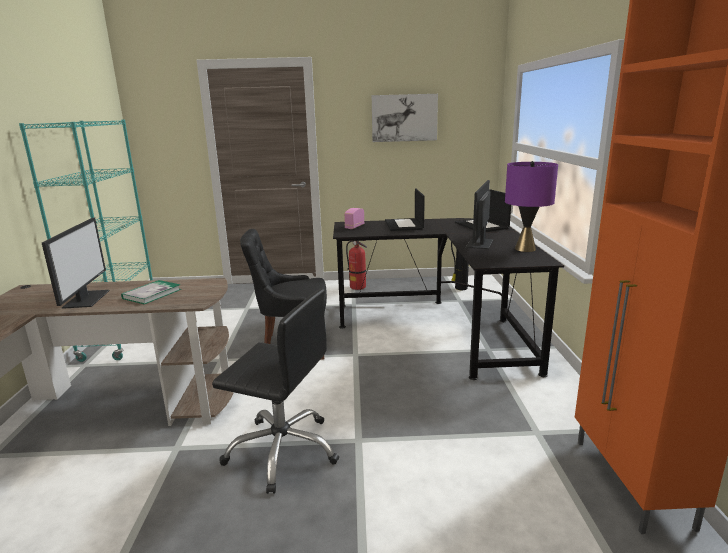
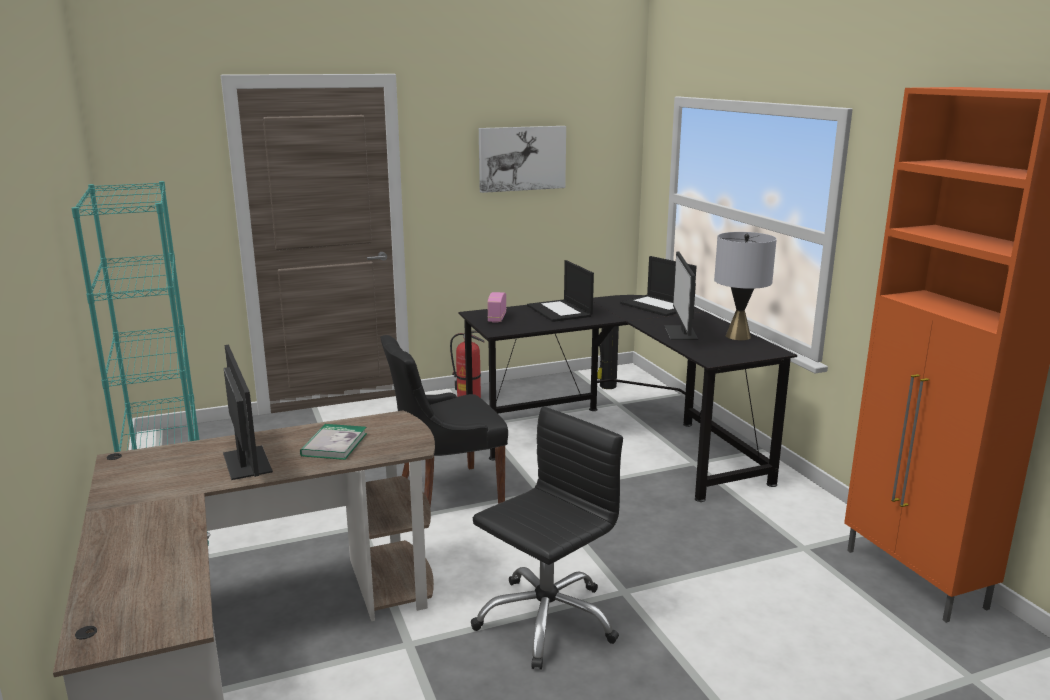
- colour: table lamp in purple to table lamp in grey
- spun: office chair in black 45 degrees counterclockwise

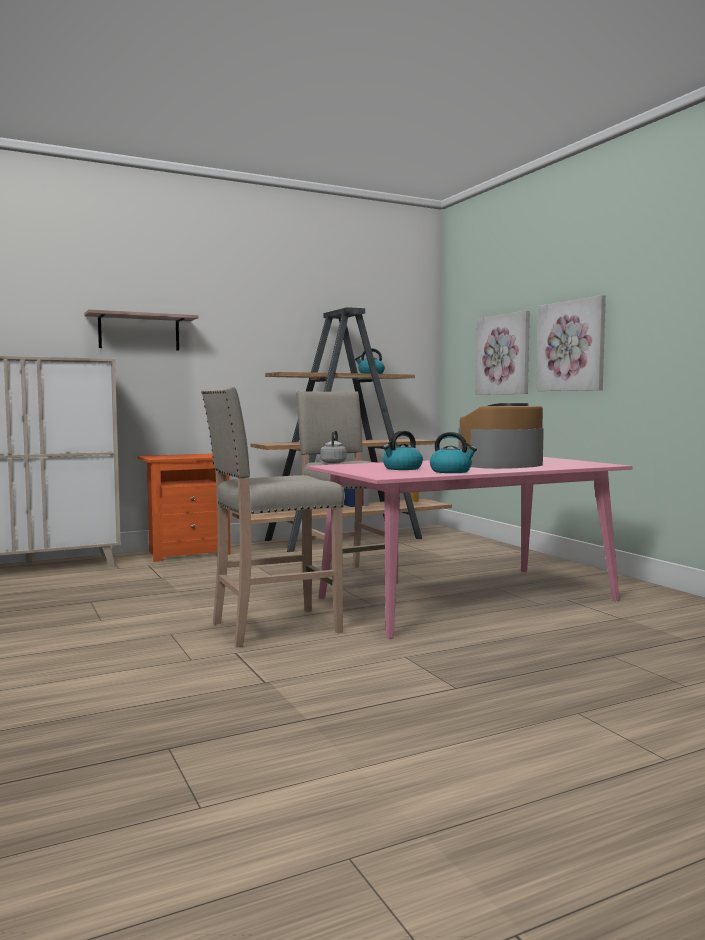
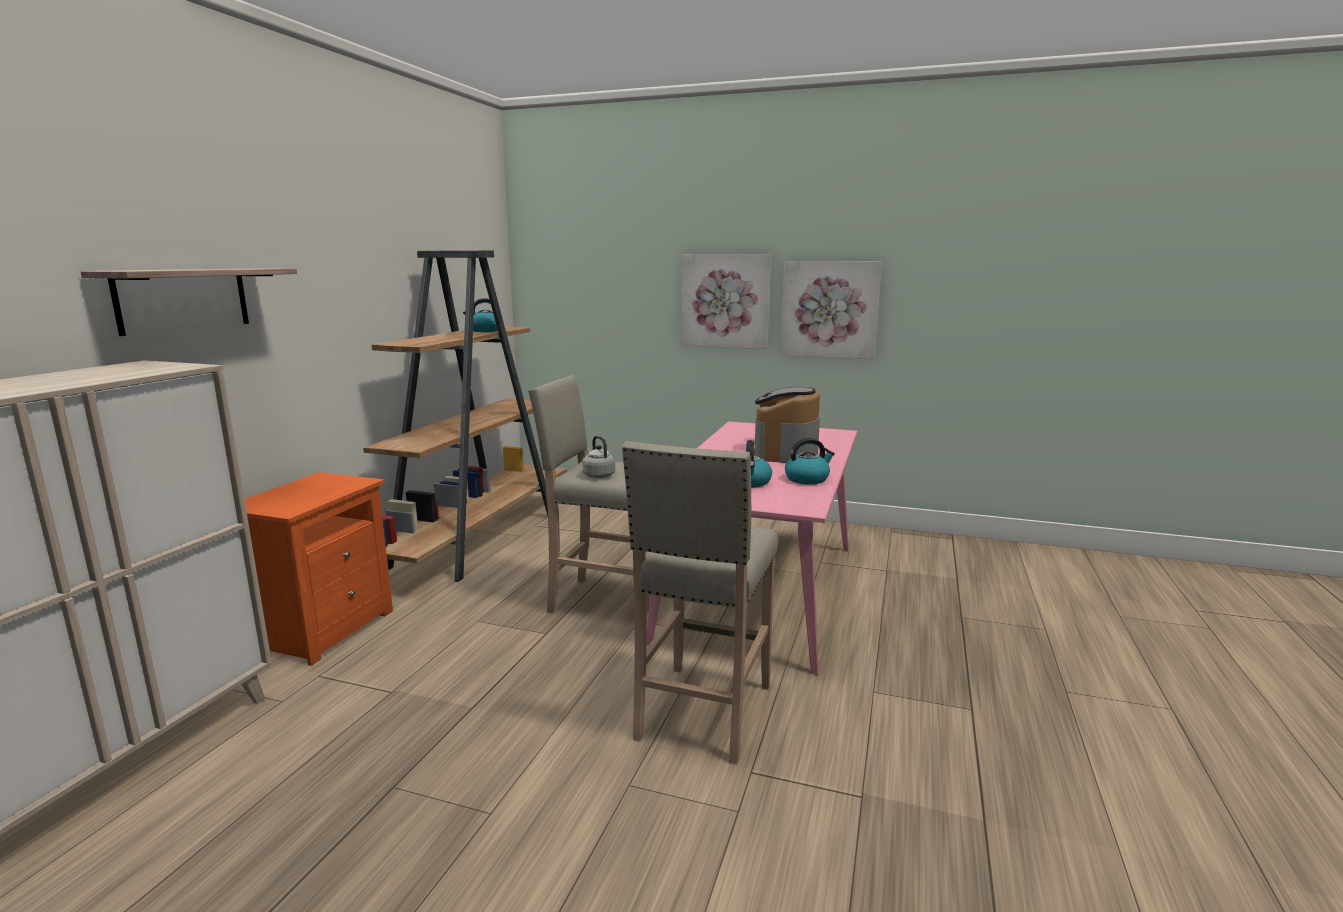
- relocated: picture (no. 1 from left in the first image) to picture (no. 2 from left)

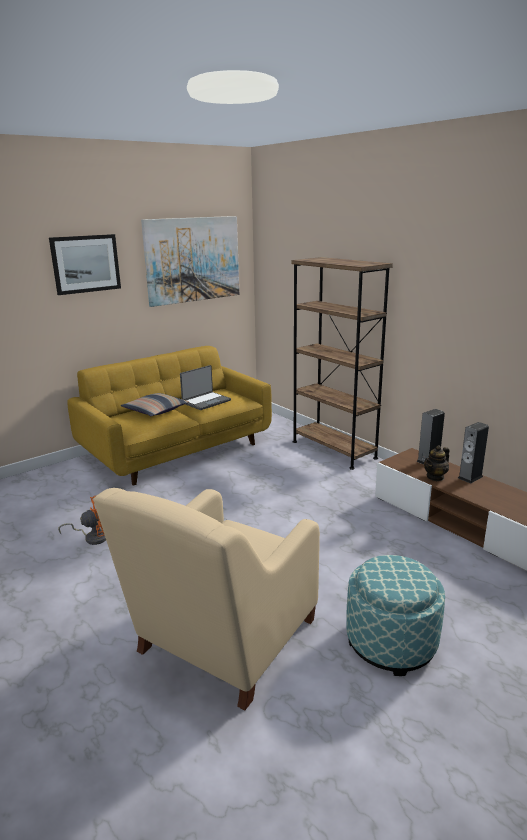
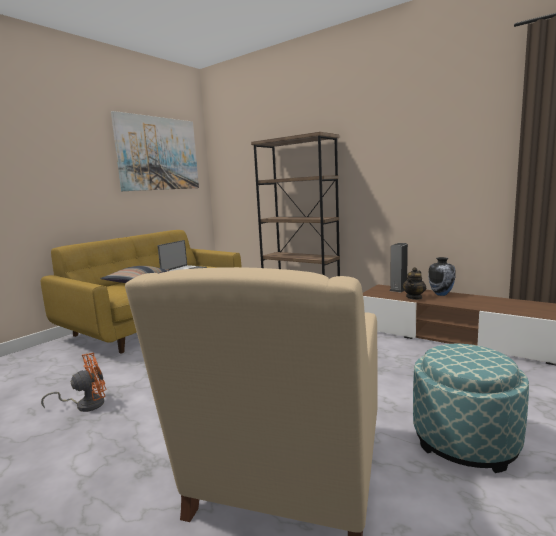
- missing: picture (no. 1 from left)
- exchanged: speaker (no. 2 from left) to vase

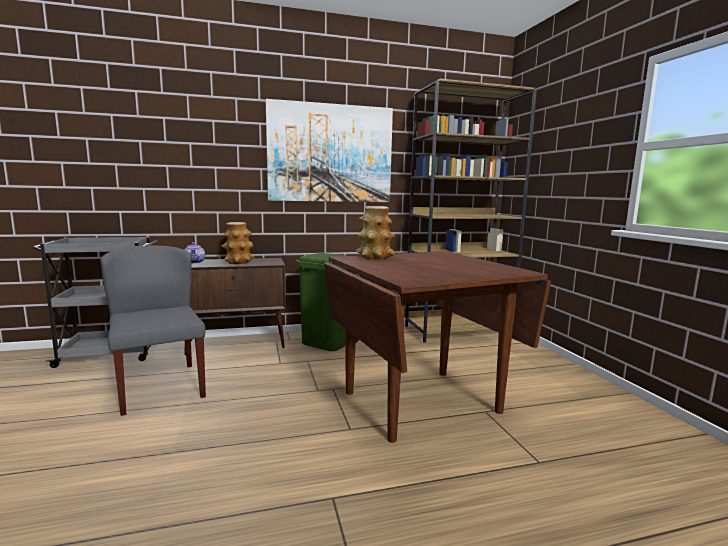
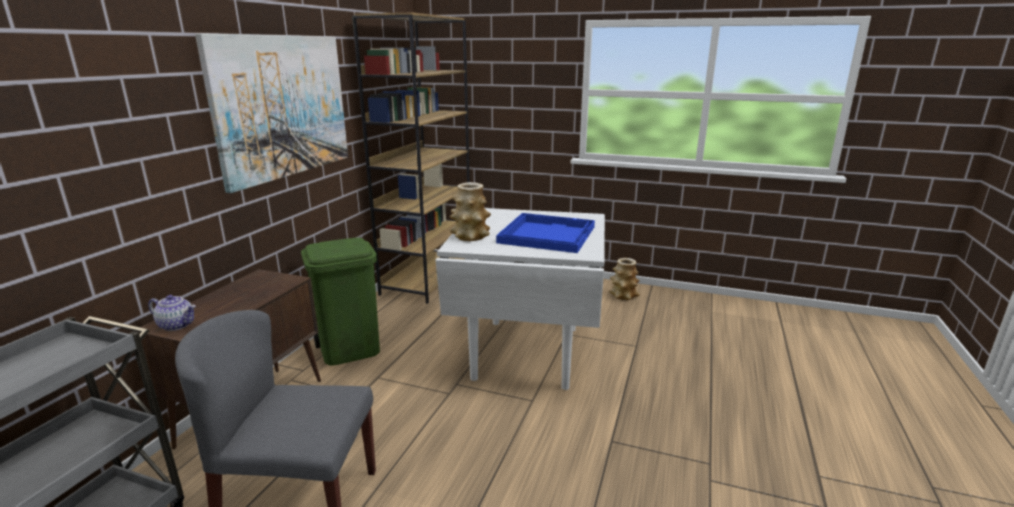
- appeared: tray in blue
- relocated: vase (no. 1 from left in the first image) to vase (no. 2 from left)
- colour: dining table in brown to dining table in white

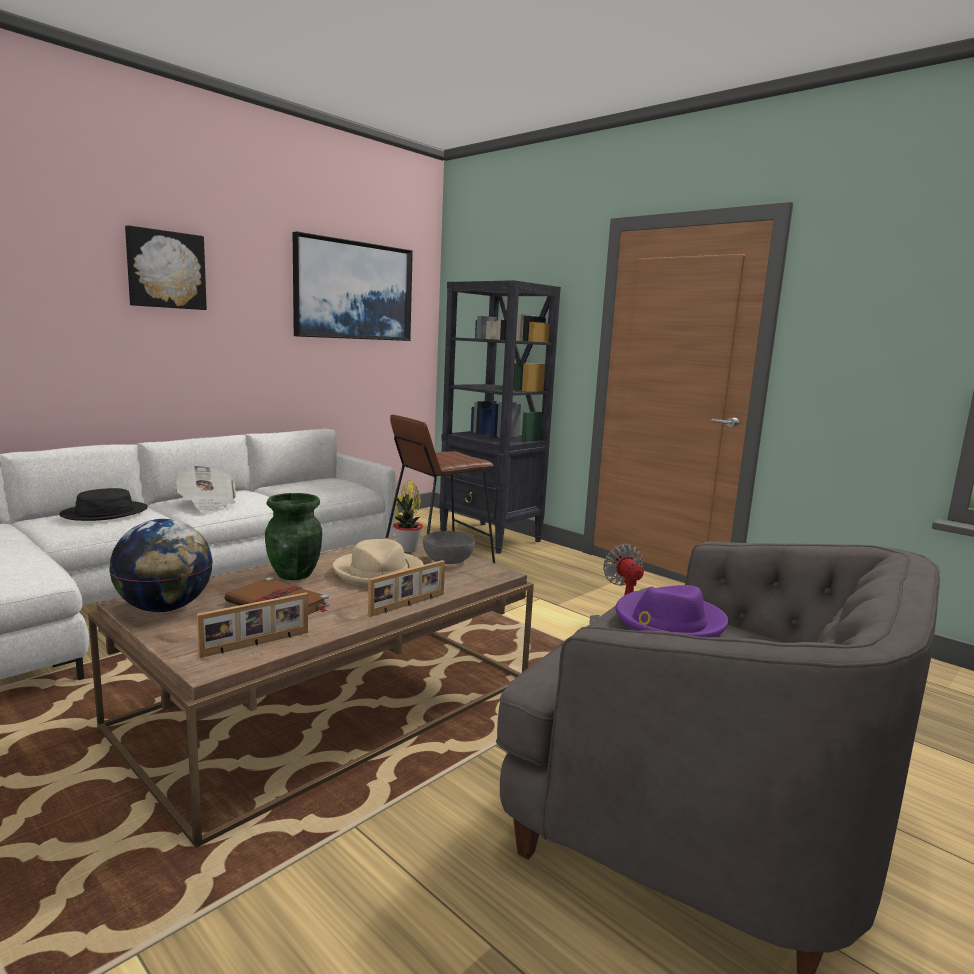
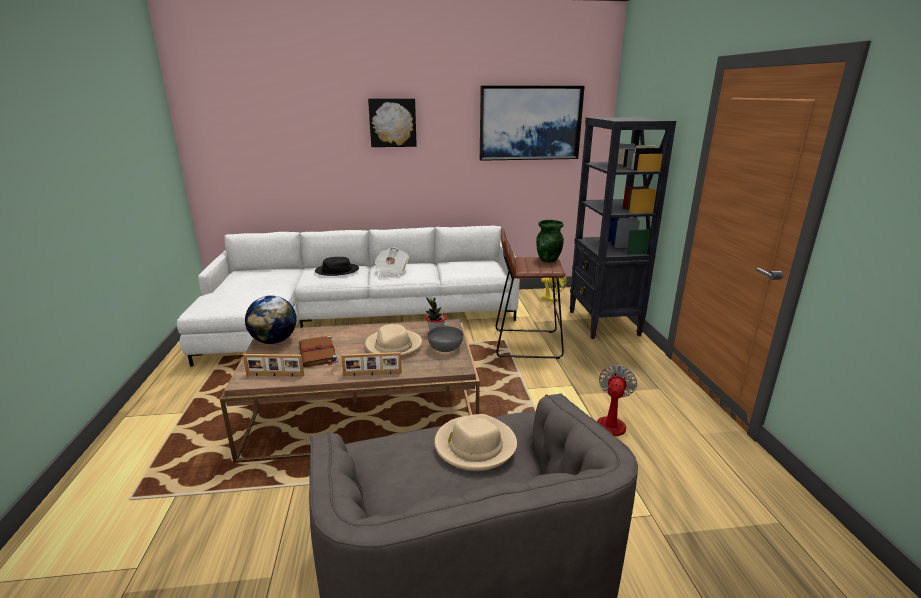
- relocated: vase in green
- colour: hat in purple to hat in beige (no. 2 from left)

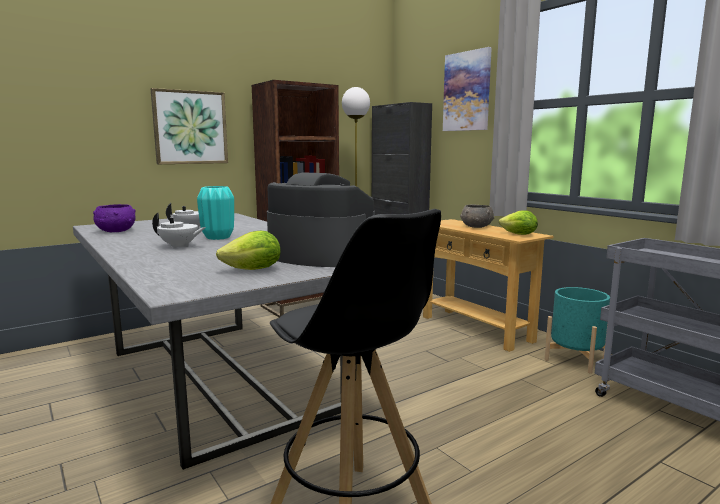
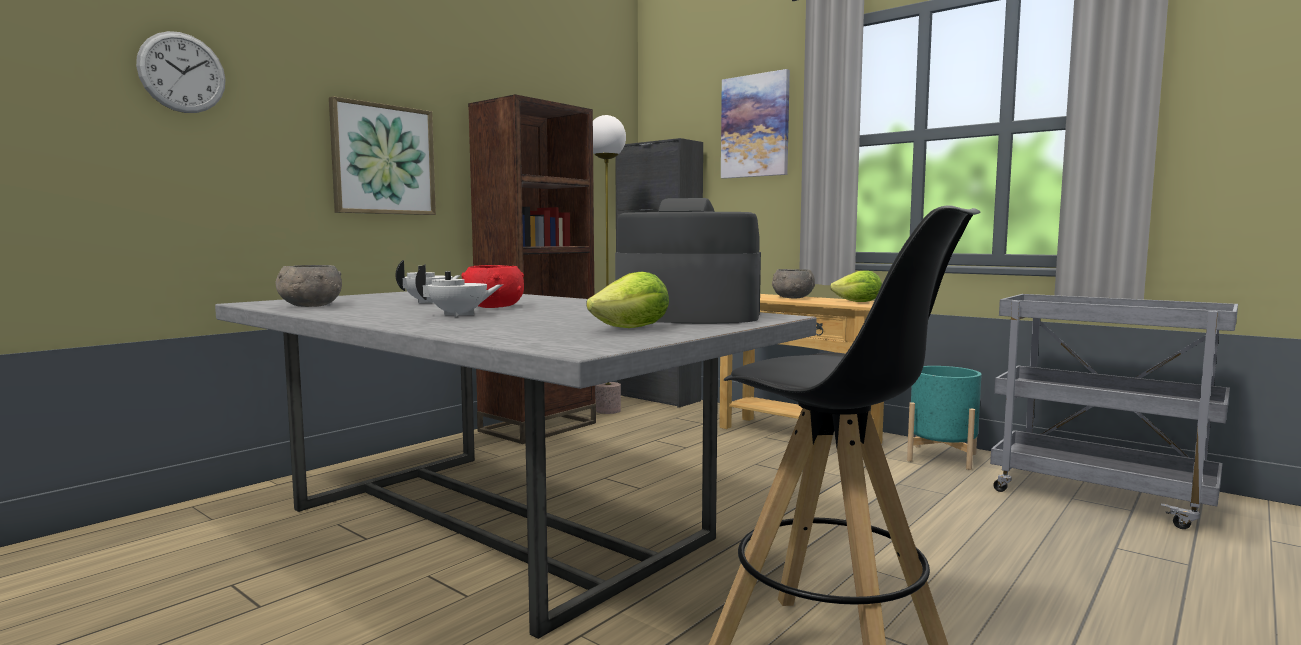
- appeared: wall clock
- exchanged: vase in turquoise to bowl in red
- colour: bowl in purple to bowl in grey (no. 1 from left)

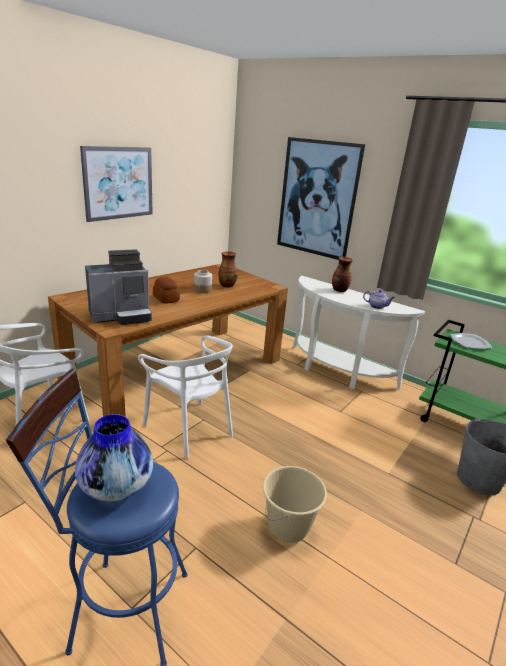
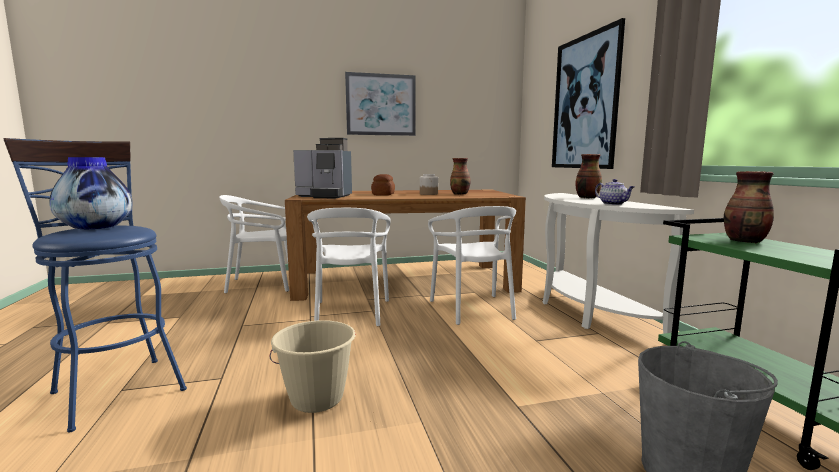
- appeared: chair in white (no. 3 from left)
- exchanged: plate to vase (no. 4 from left)

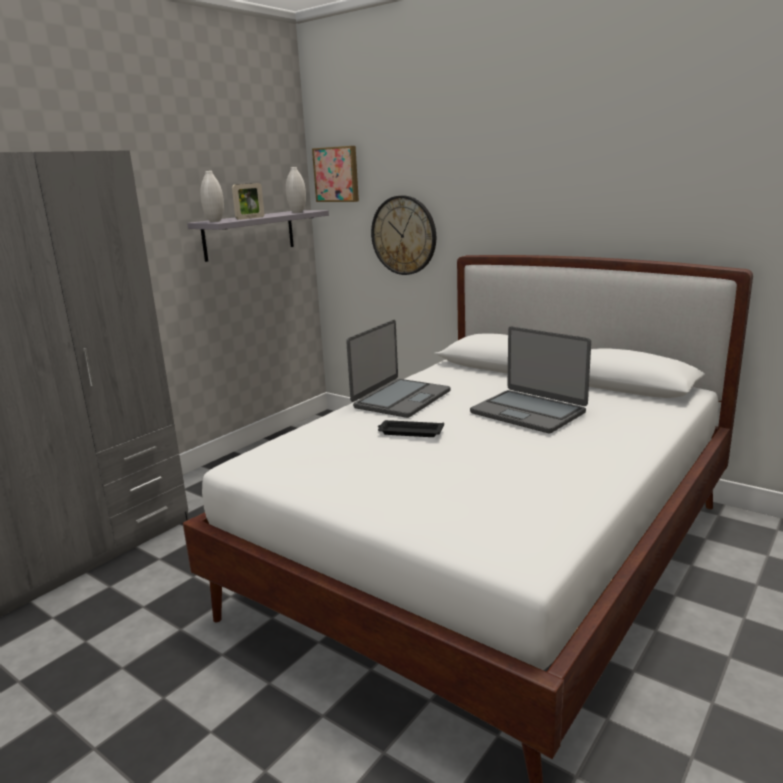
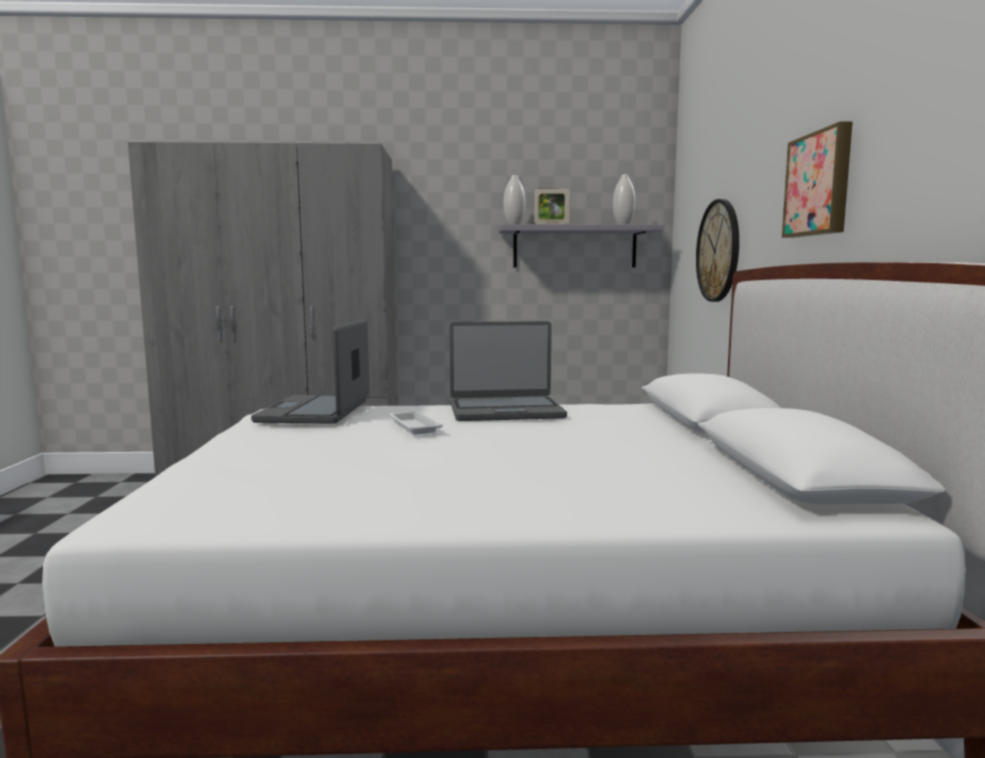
- relocated: picture
- relocated: laptop (no. 2 from left in the first image) to laptop (no. 1 from left)
- colour: tray in black to tray in white

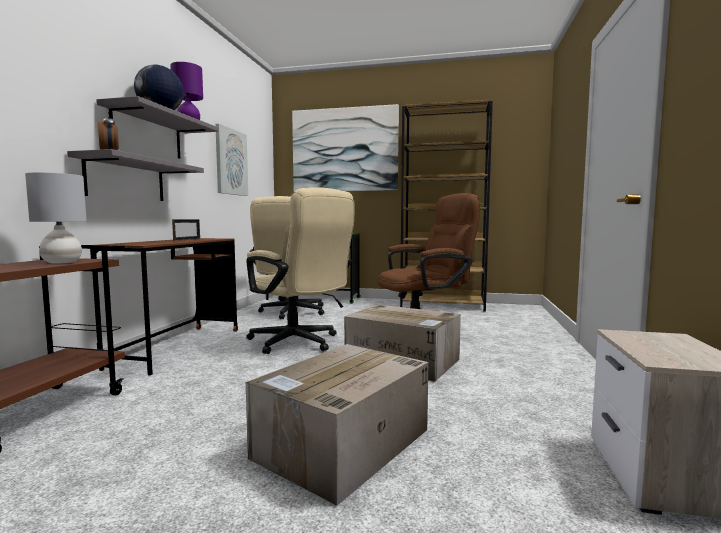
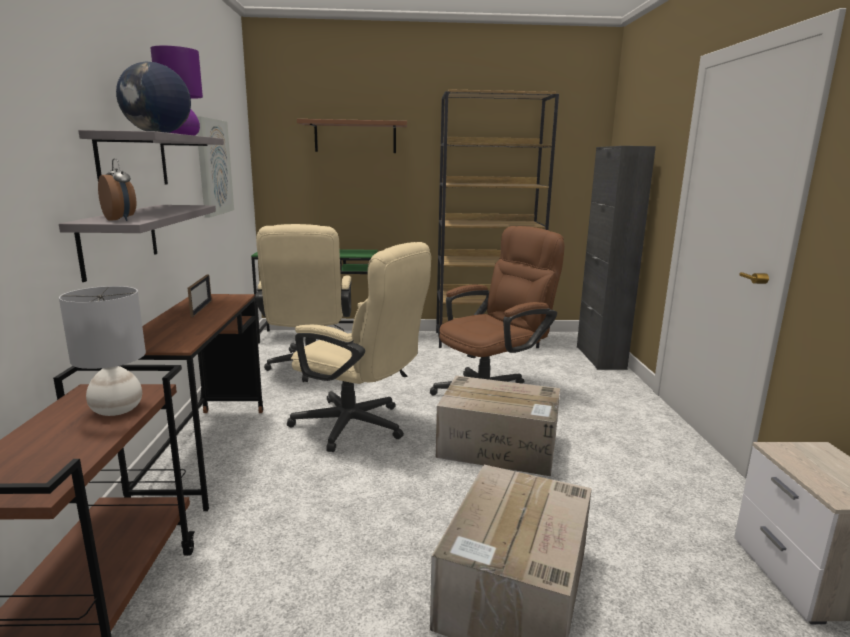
- appeared: cabinet in black
- exchanged: picture (no. 2 from left) to shelf in brown

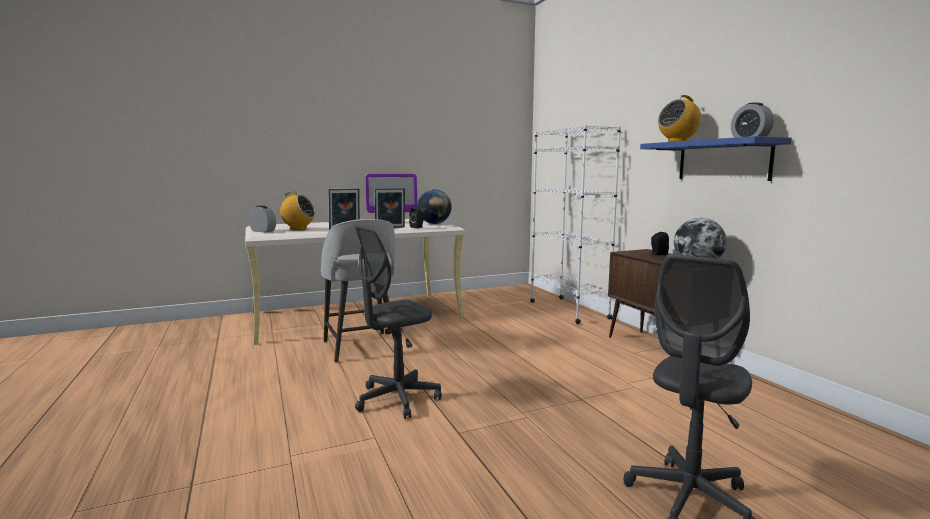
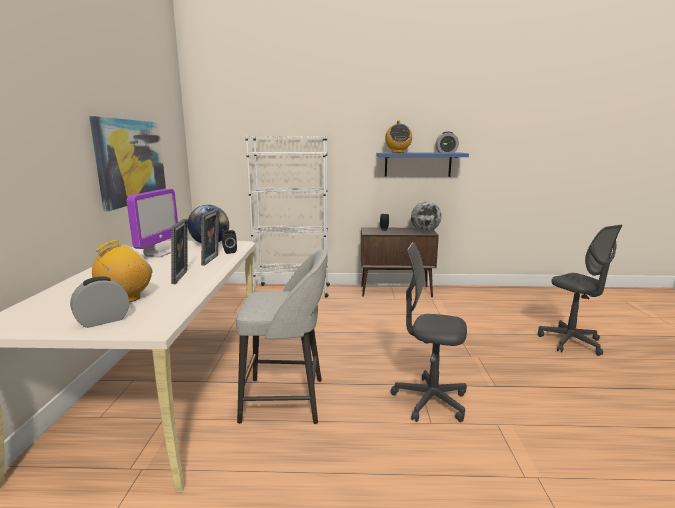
- appeared: picture
- spun: office chair in grey (no. 1 from left) 120 degrees clockwise

